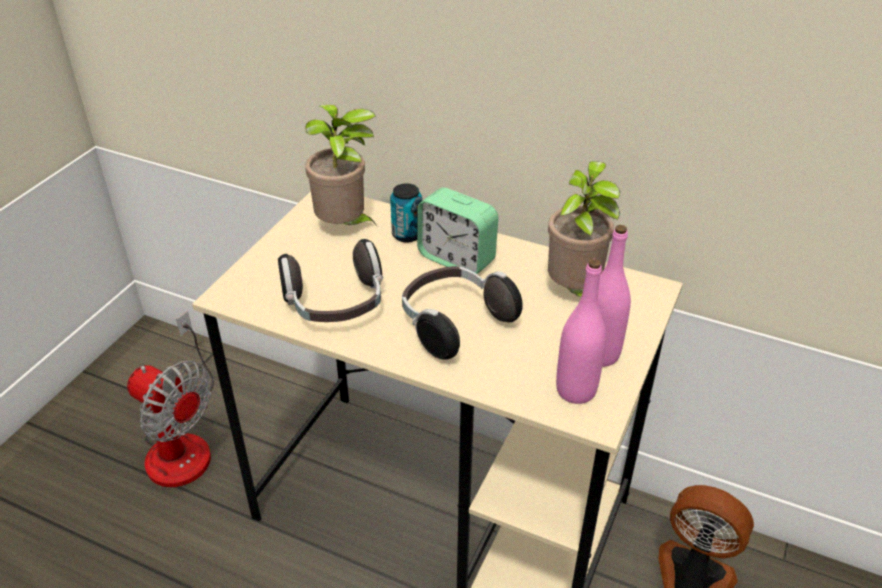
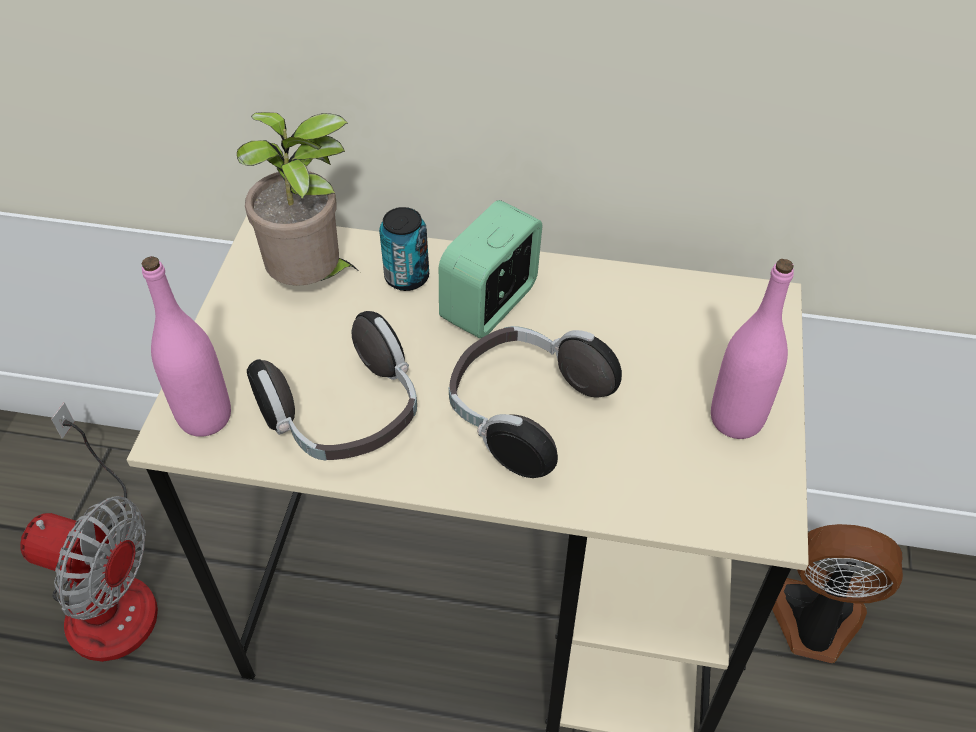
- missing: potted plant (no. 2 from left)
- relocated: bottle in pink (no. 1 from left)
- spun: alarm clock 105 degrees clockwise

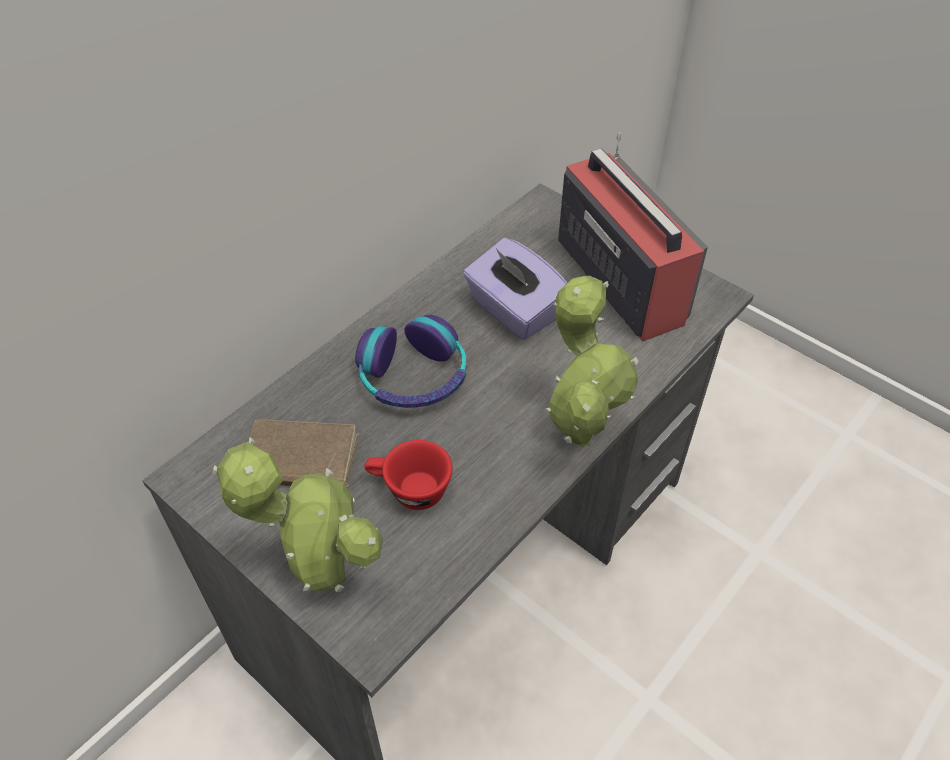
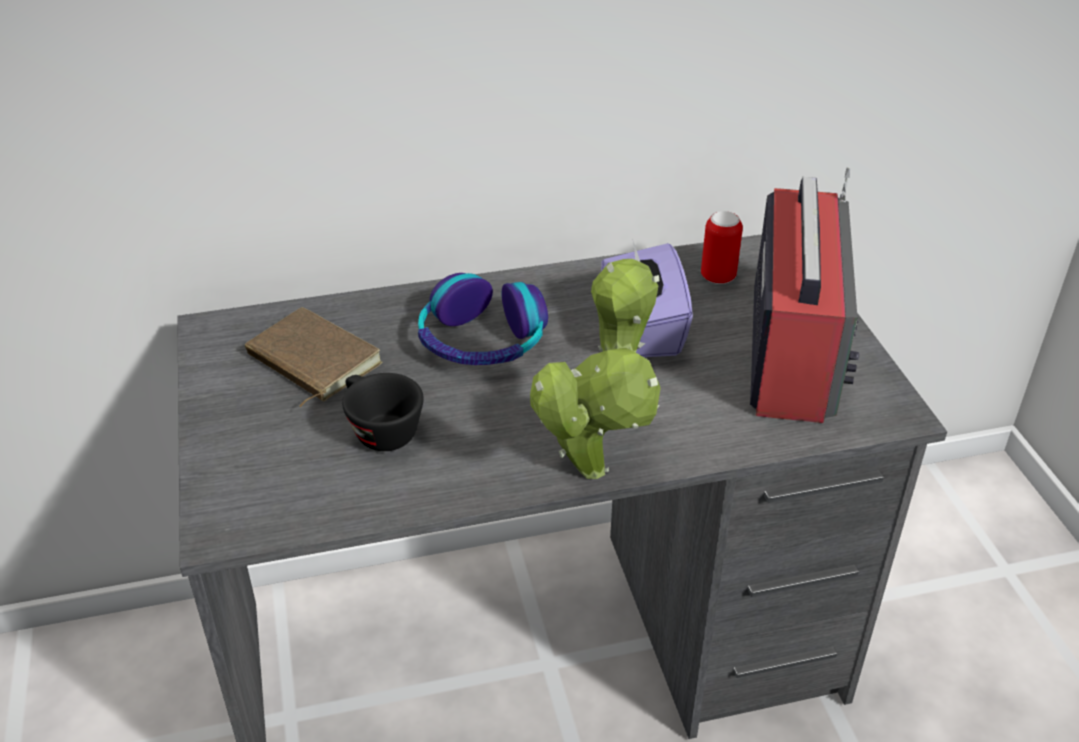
- missing: potted plant (no. 1 from left)
- appeared: can
- colour: cup in red to cup in black

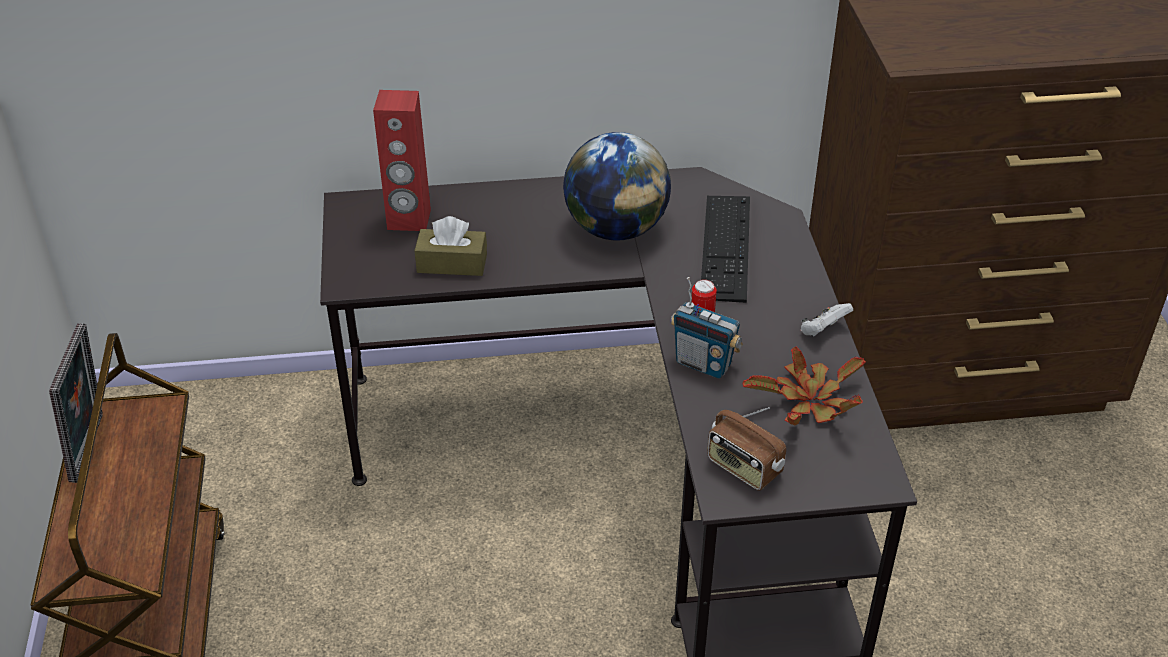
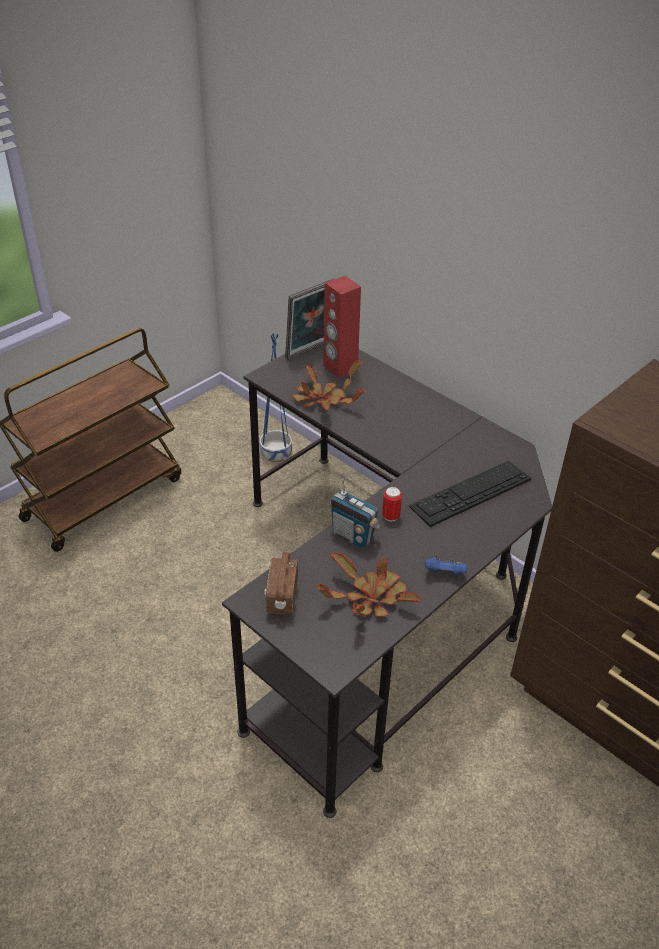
- missing: globe
- appeared: planter in blue
- relocated: picture frame
- exchanged: tissue box in brown to potted plant (no. 1 from left)
- colour: game controller in white to game controller in blue
- spun: radio (no. 1 from left in the first image) 45 degrees counterclockwise

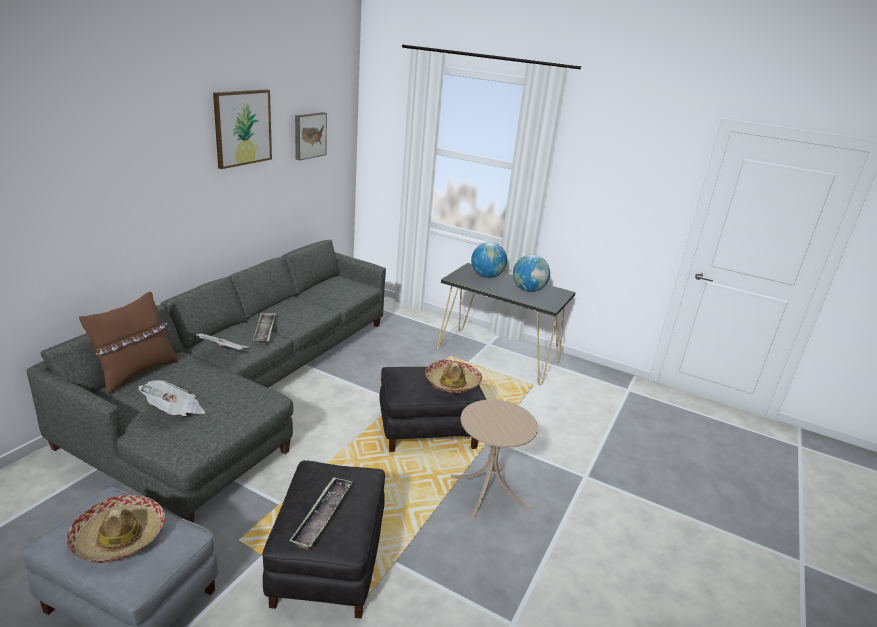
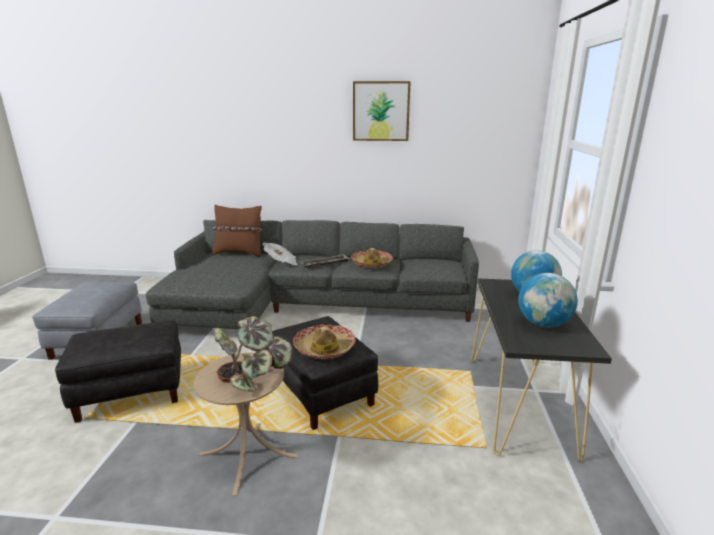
- missing: newspaper (no. 1 from left)
- missing: tray (no. 2 from left)
- missing: picture (no. 2 from left)
- appeared: potted plant
- relocated: hat (no. 1 from left in the first image) to hat (no. 2 from left)

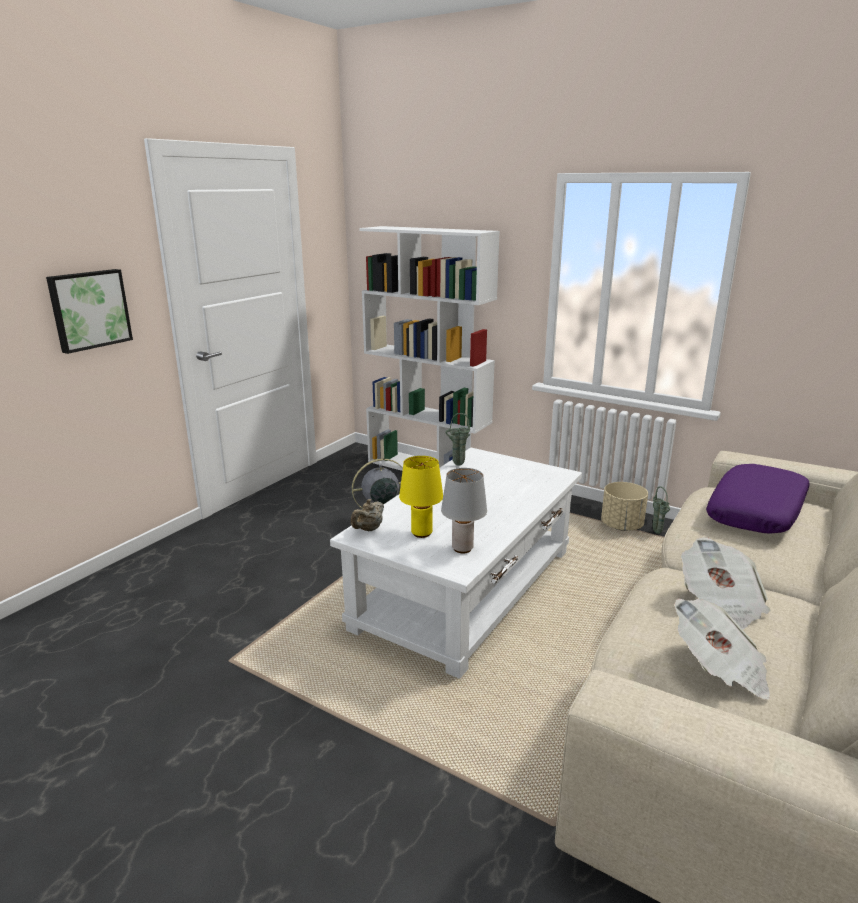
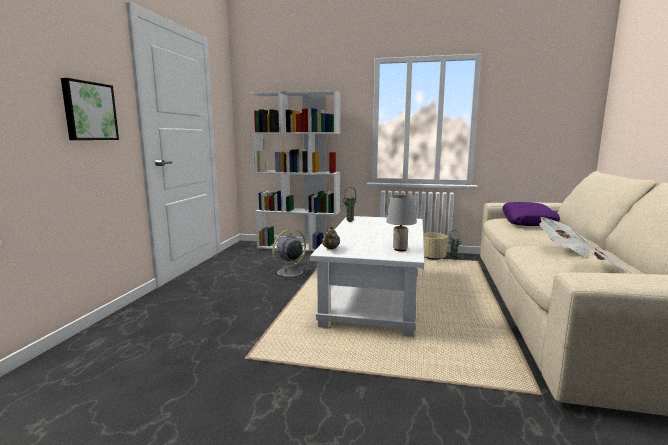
- missing: table lamp in yellow

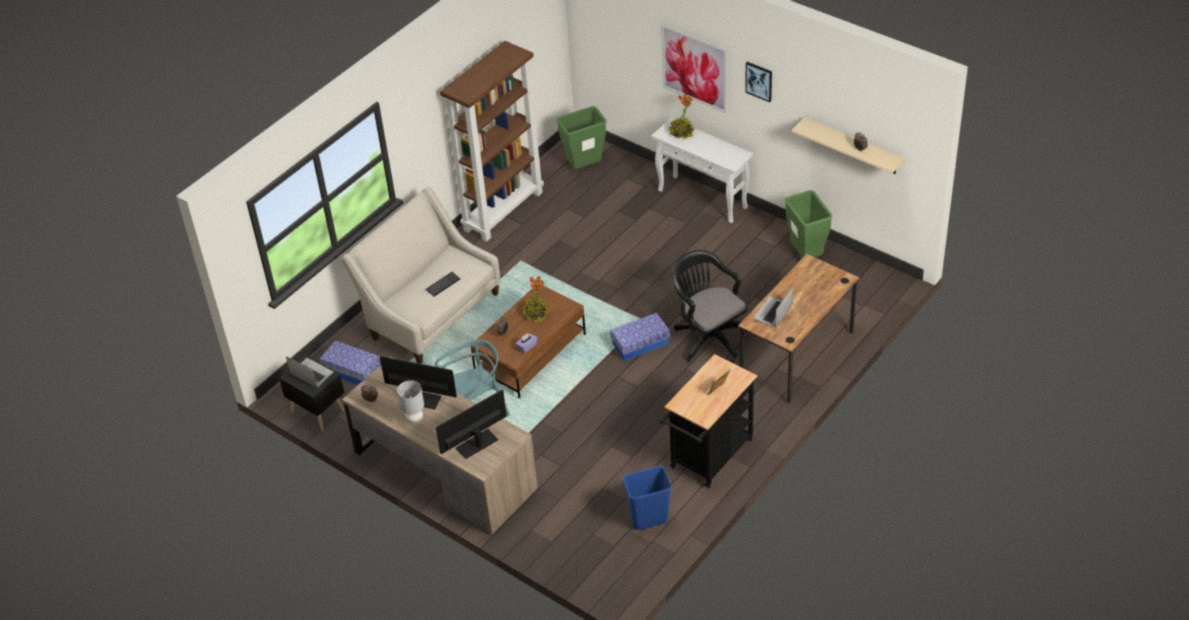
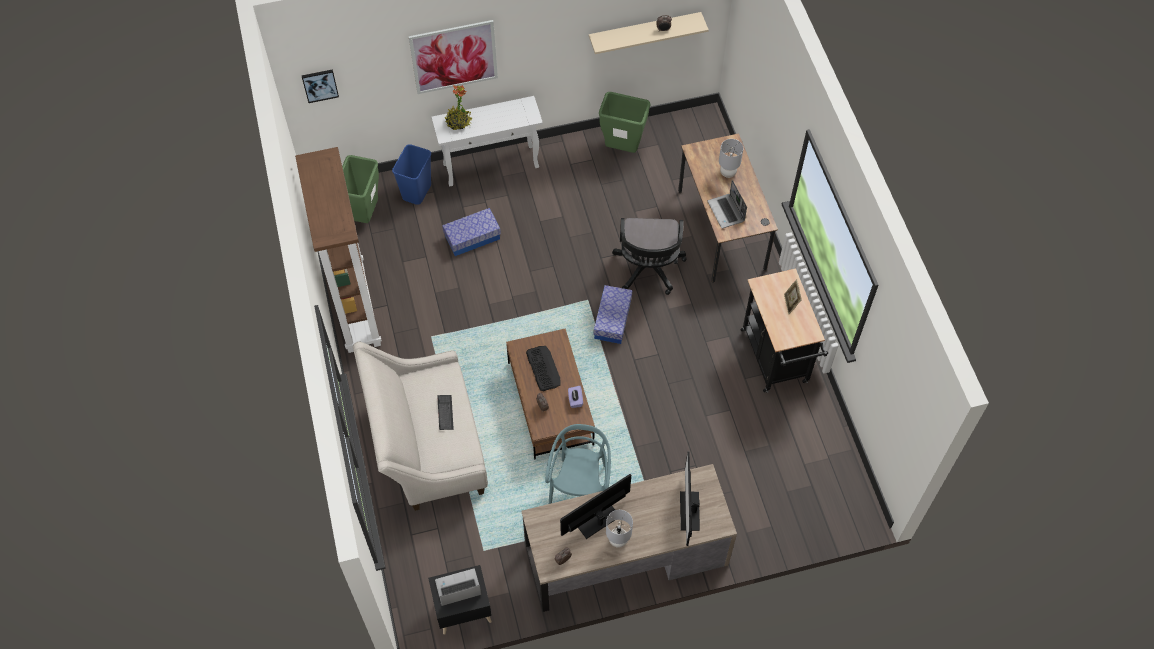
- appeared: table lamp in grey (no. 2 from left)
- relocated: storage box (no. 1 from left)
- relocated: trash can in blue
- relocated: picture (no. 2 from left in the first image) to picture (no. 1 from left)
- exchanged: potted plant (no. 1 from left) to keyboard (no. 2 from left)
- spun: office chair in black 90 degrees counterclockwise

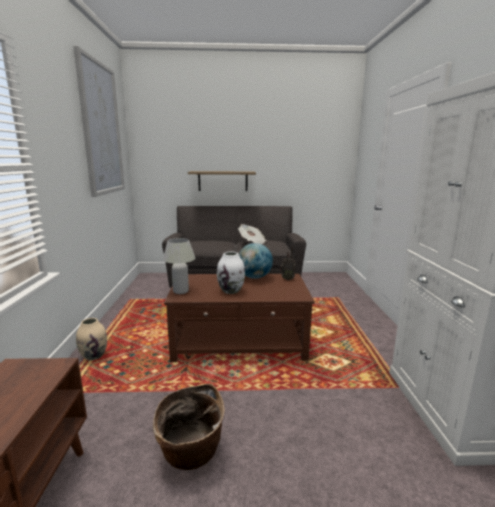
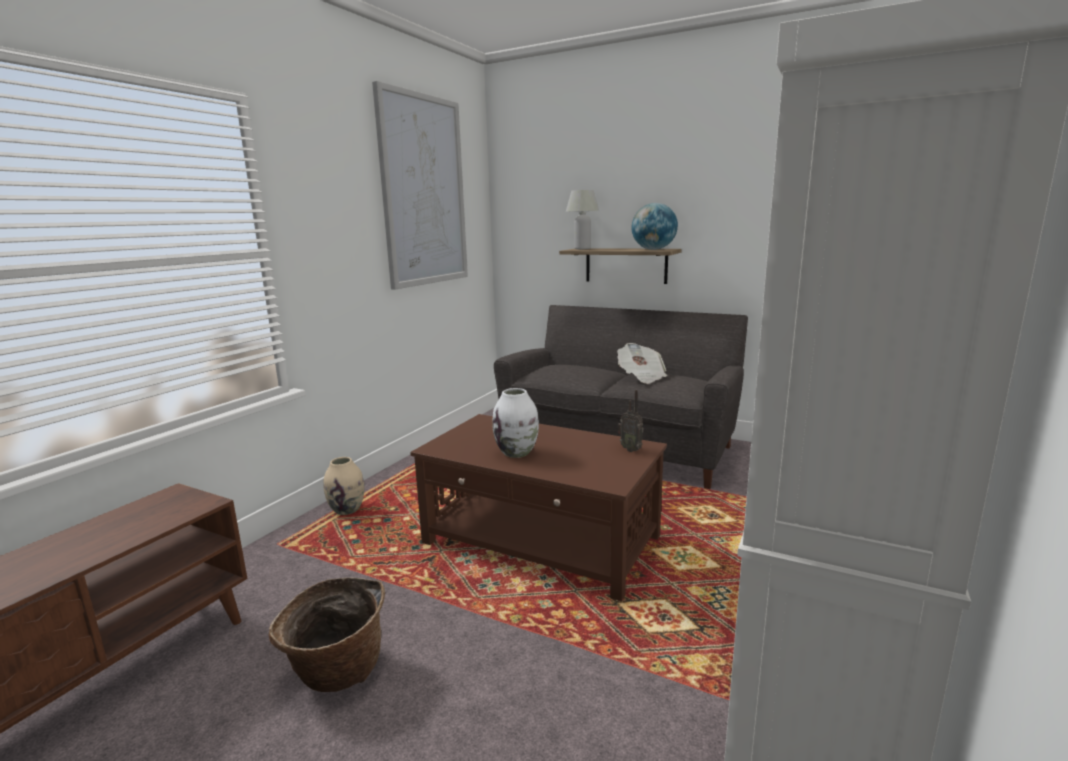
- relocated: table lamp in white
- relocated: globe

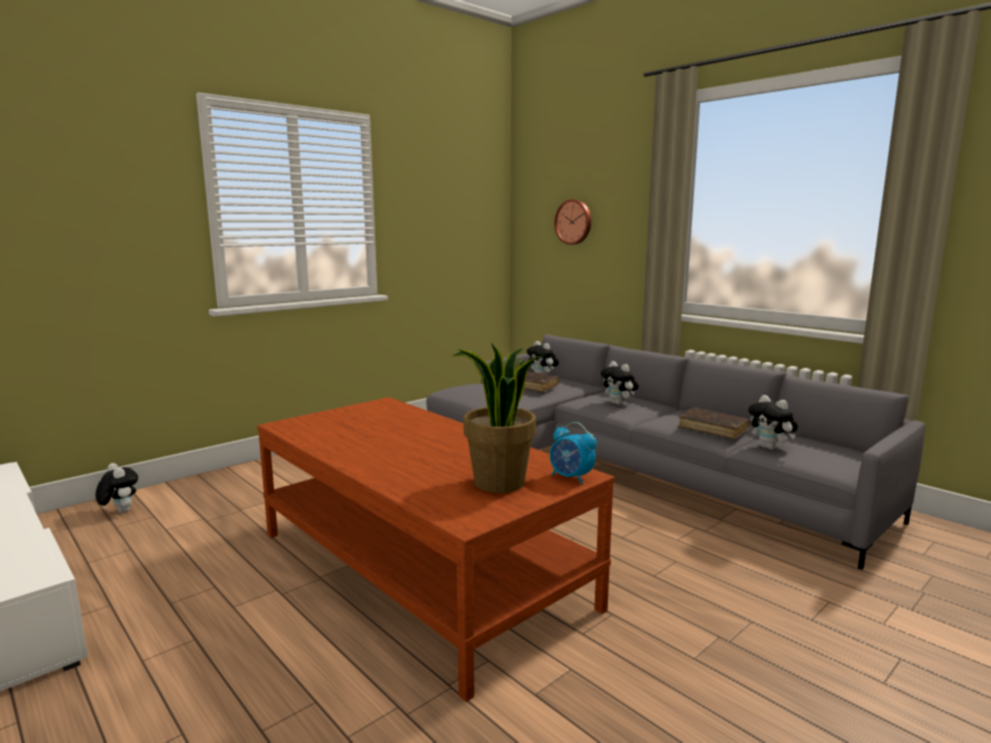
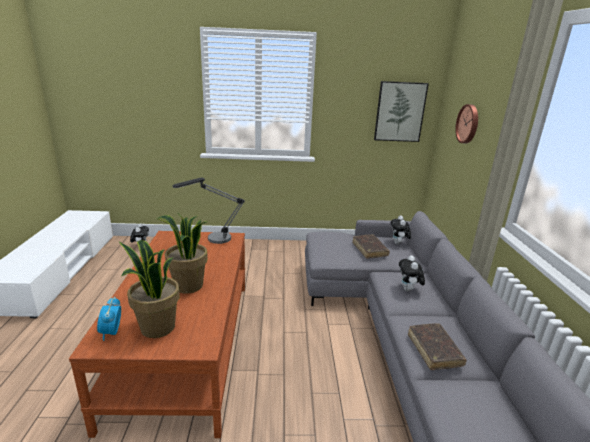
- missing: plush toy (no. 4 from left)
- appeared: potted plant (no. 2 from left)
- appeared: table lamp
- appeared: picture
- relocated: alarm clock

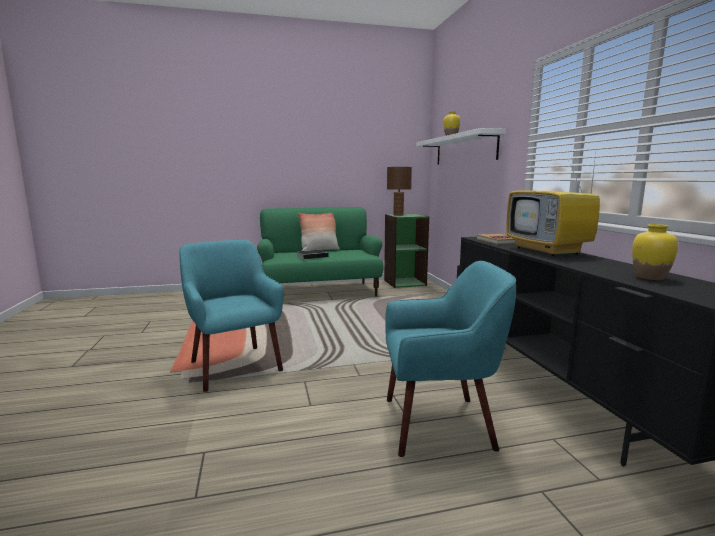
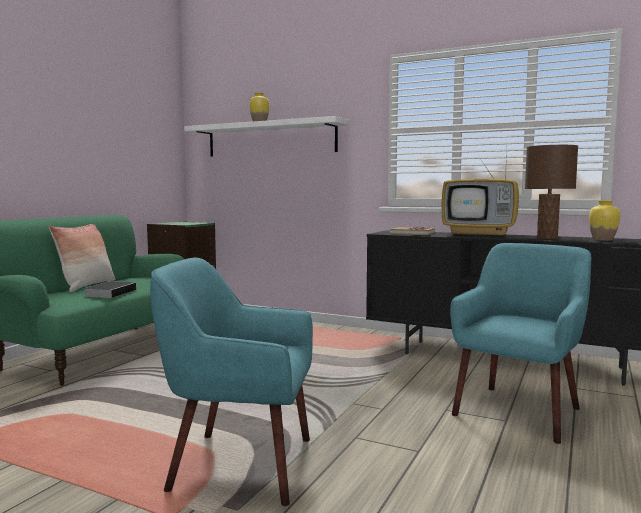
- relocated: table lamp in brown

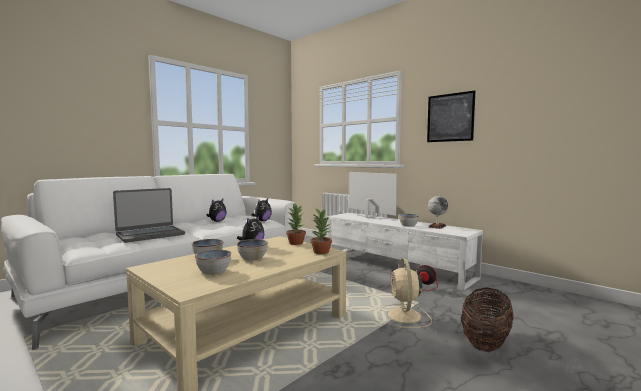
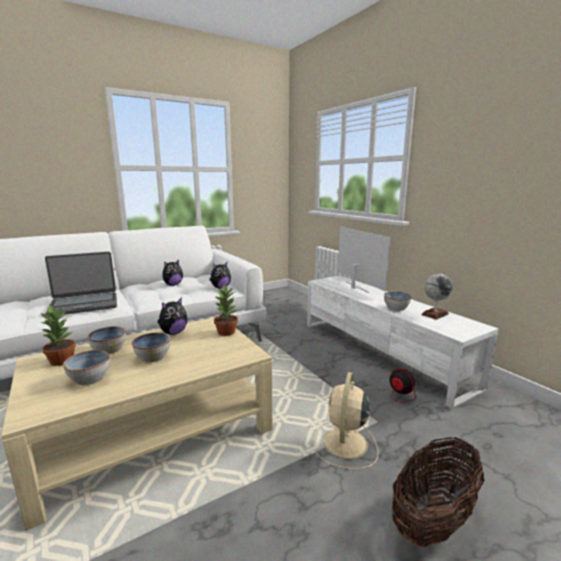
- missing: picture
- relocated: potted plant (no. 2 from left in the first image) to potted plant (no. 1 from left)

